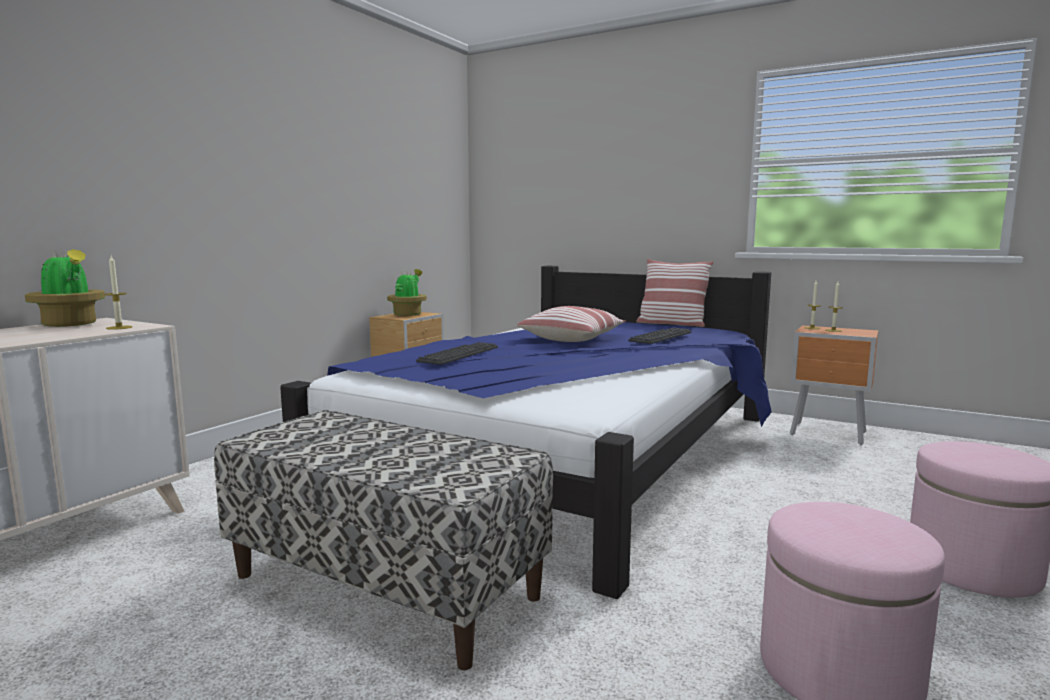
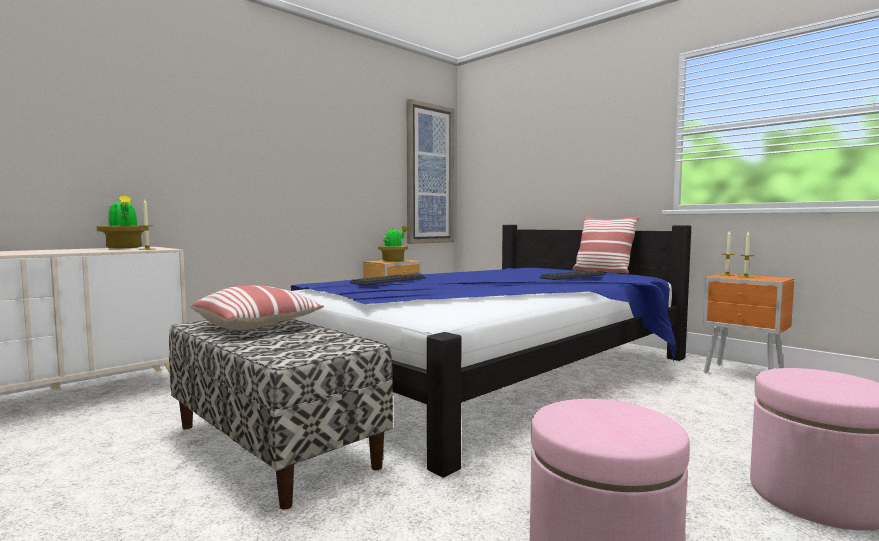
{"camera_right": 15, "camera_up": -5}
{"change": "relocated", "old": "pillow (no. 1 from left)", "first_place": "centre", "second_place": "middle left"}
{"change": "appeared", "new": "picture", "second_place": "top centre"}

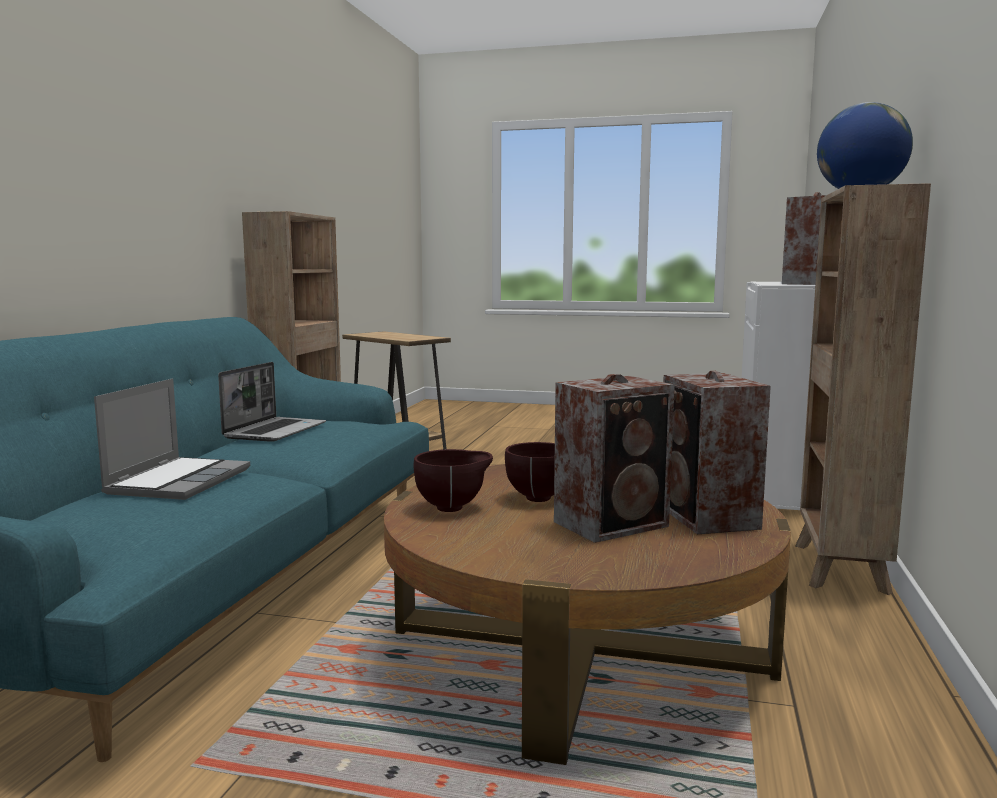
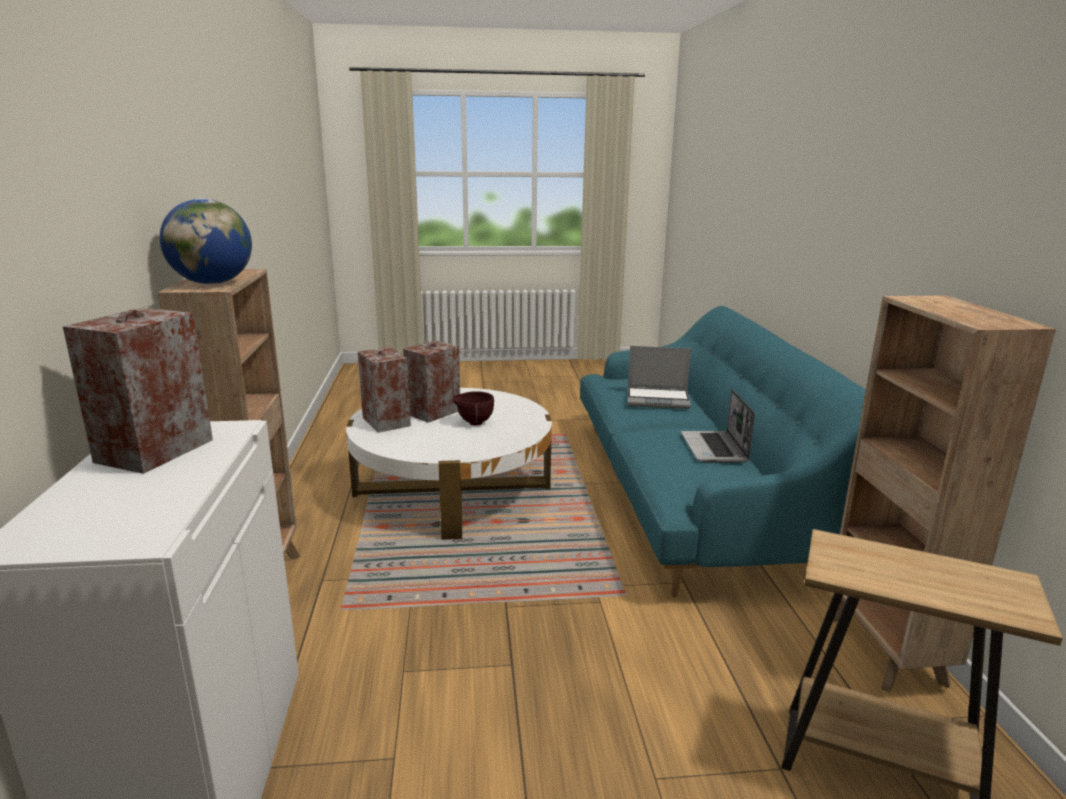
{"camera_right": 160, "camera_up": 10}
{"change": "spun", "old": "laptop (no. 1 from left)", "first_place": "middle left", "second_place": "centre", "degrees": -75}
{"change": "missing", "old": "bowl/brown (no. 1 from left)", "first_place": "centre"}
{"change": "colour", "old": "coffee table/brown", "new": "coffee table/white", "first_place": "bottom centre", "second_place": "centre"}

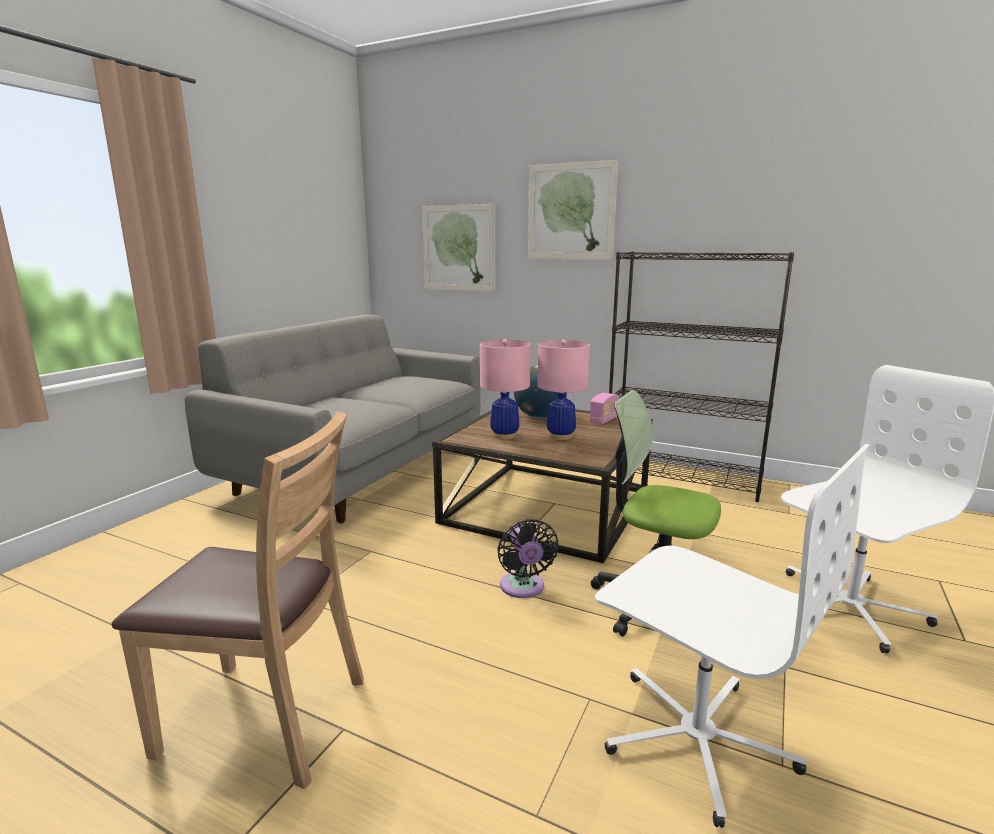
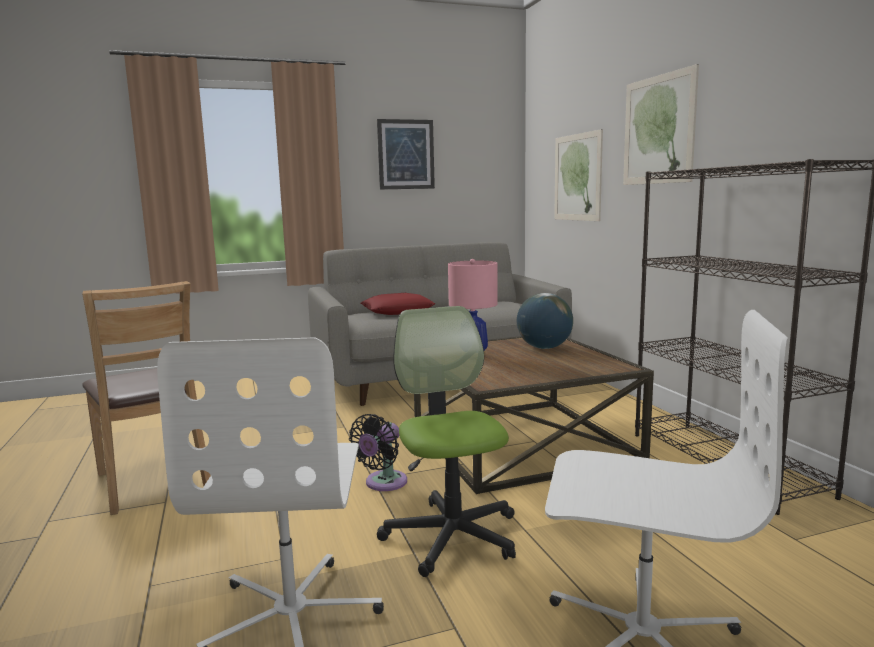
{"camera_right": 45, "camera_up": -5}
{"change": "missing", "old": "table lamp/pink (no. 2 from left)", "first_place": "centre"}
{"change": "missing", "old": "radio", "first_place": "centre"}
{"change": "appeared", "new": "picture (no. 1 from left)", "second_place": "top centre"}
{"change": "appeared", "new": "pillow/red", "second_place": "centre"}

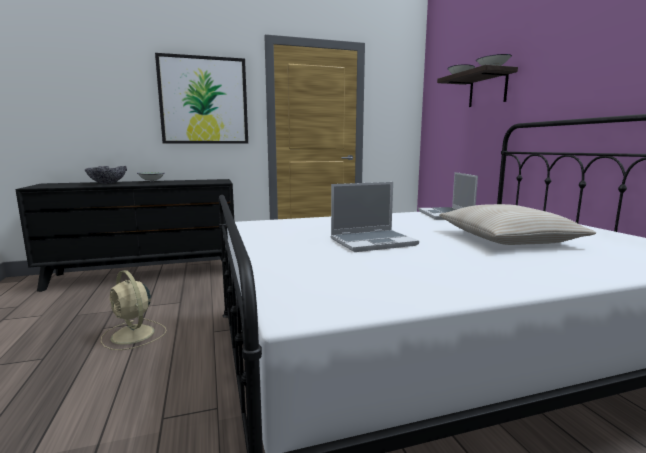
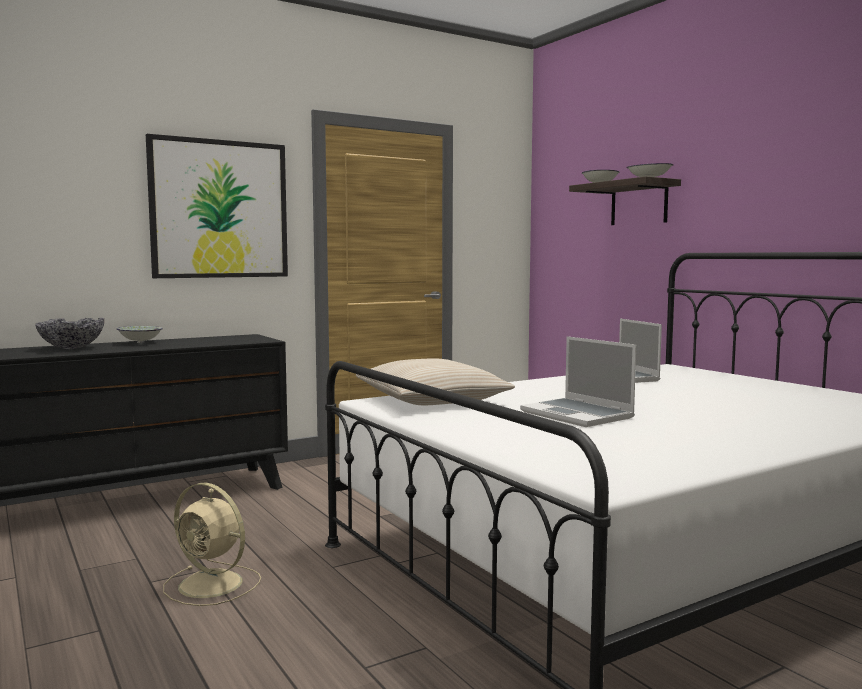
{"camera_right": -15, "camera_up": -5}
{"change": "spun", "old": "laptop (no. 1 from left)", "first_place": "centre", "second_place": "middle right", "degrees": 90}
{"change": "relocated", "old": "pillow/beige", "first_place": "middle right", "second_place": "centre"}

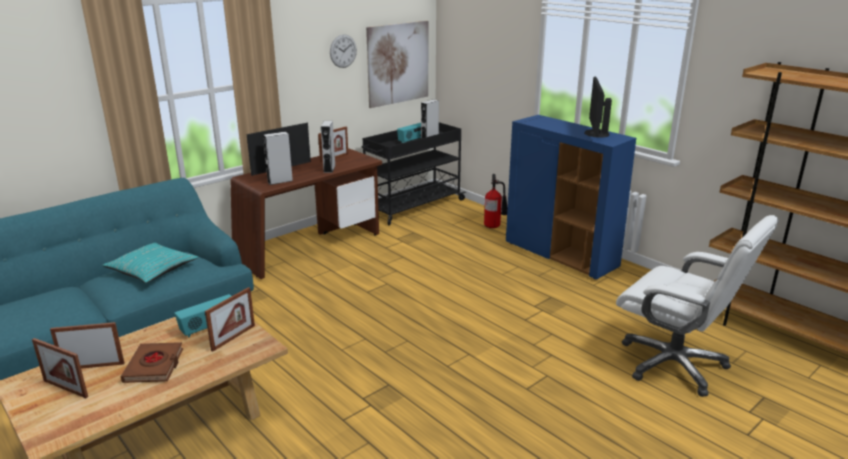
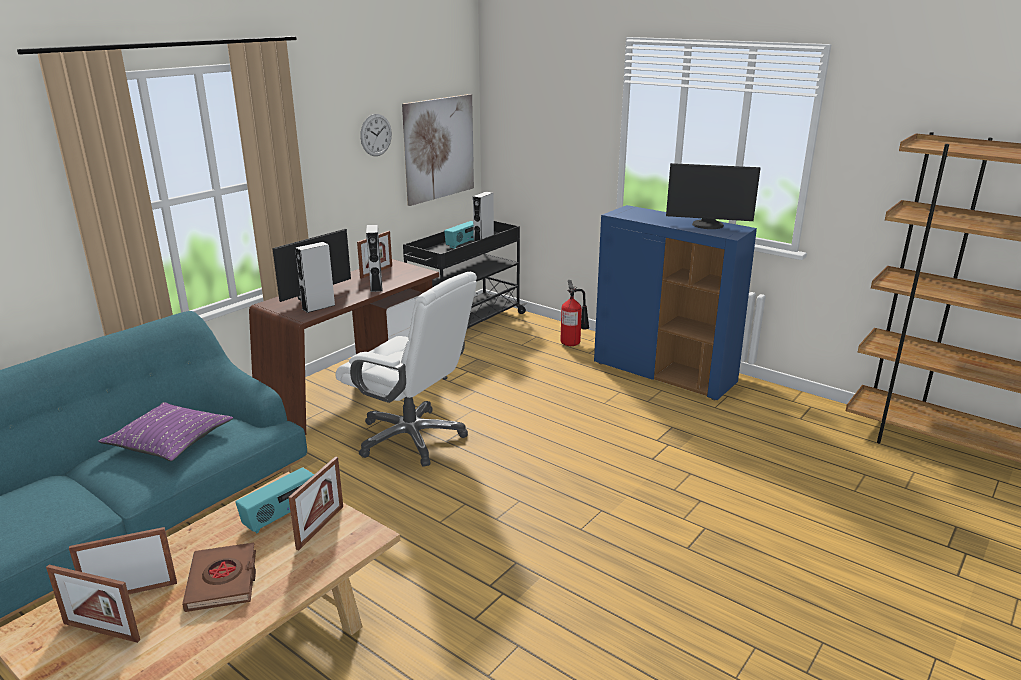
{"camera_right": -10, "camera_up": 0}
{"change": "spun", "old": "monitor (no. 2 from left)", "first_place": "top right", "second_place": "top right", "degrees": -75}
{"change": "relocated", "old": "office chair/white", "first_place": "bottom right", "second_place": "centre"}
{"change": "colour", "old": "pillow/turquoise", "new": "pillow/purple", "first_place": "middle left", "second_place": "middle left"}

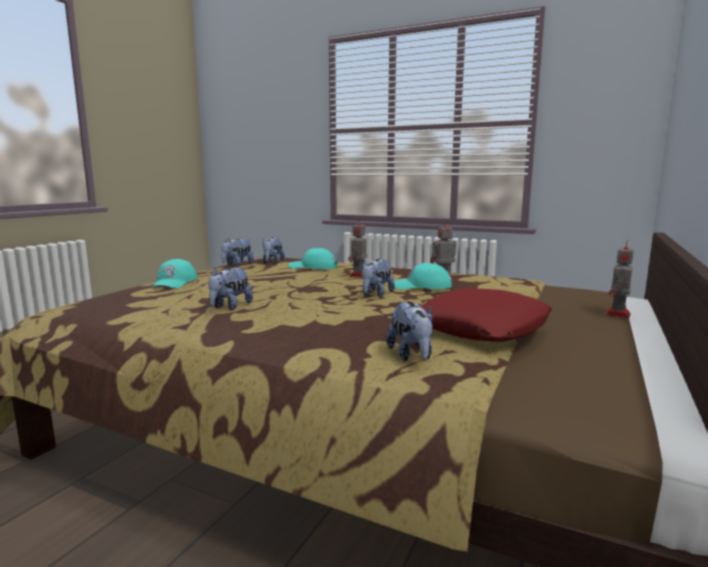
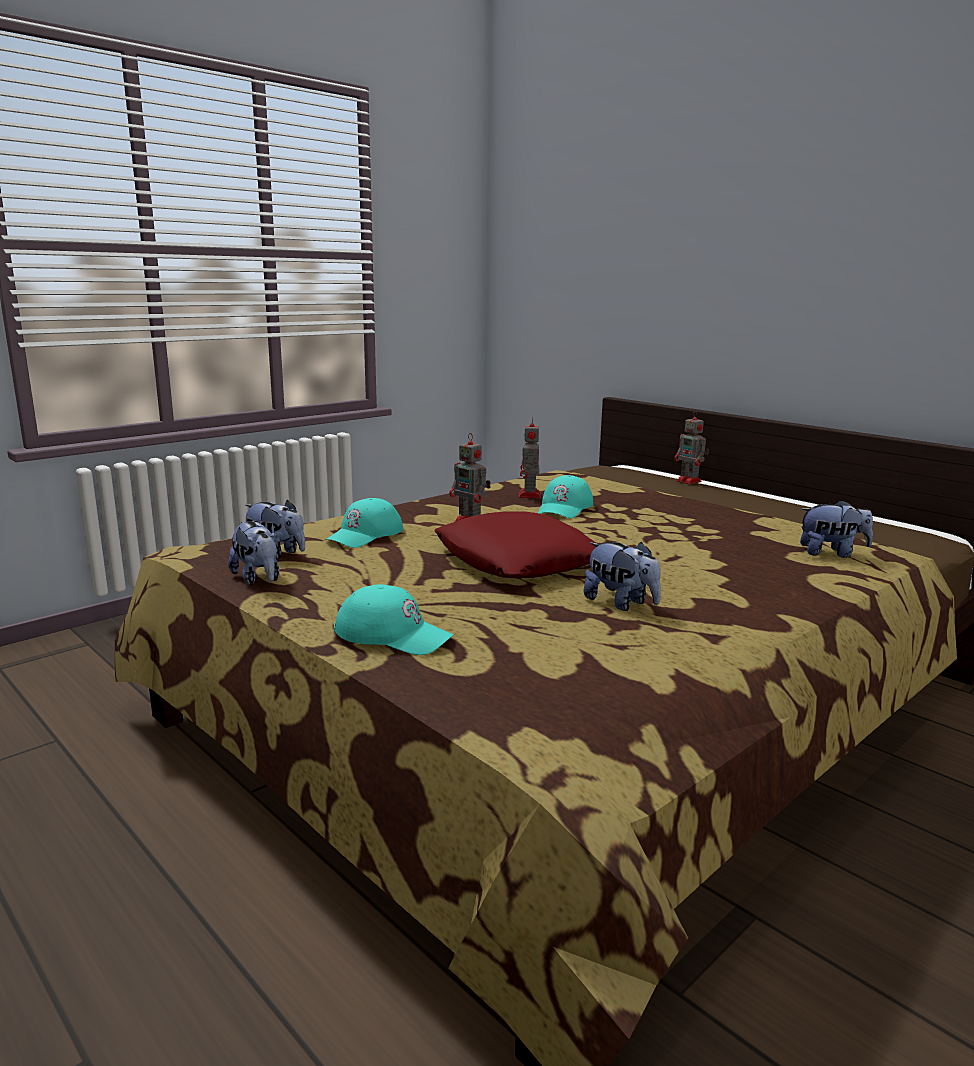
{"camera_right": -70, "camera_up": 5}
{"change": "missing", "old": "plush toy (no. 4 from left)", "first_place": "centre"}
{"change": "relocated", "old": "pillow/red", "first_place": "middle right", "second_place": "centre"}

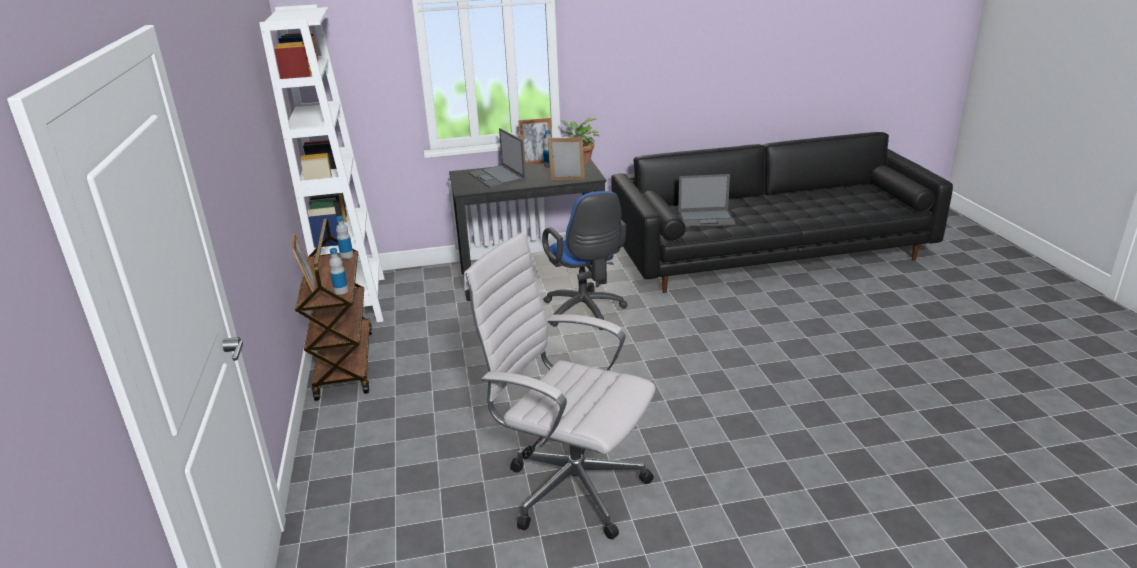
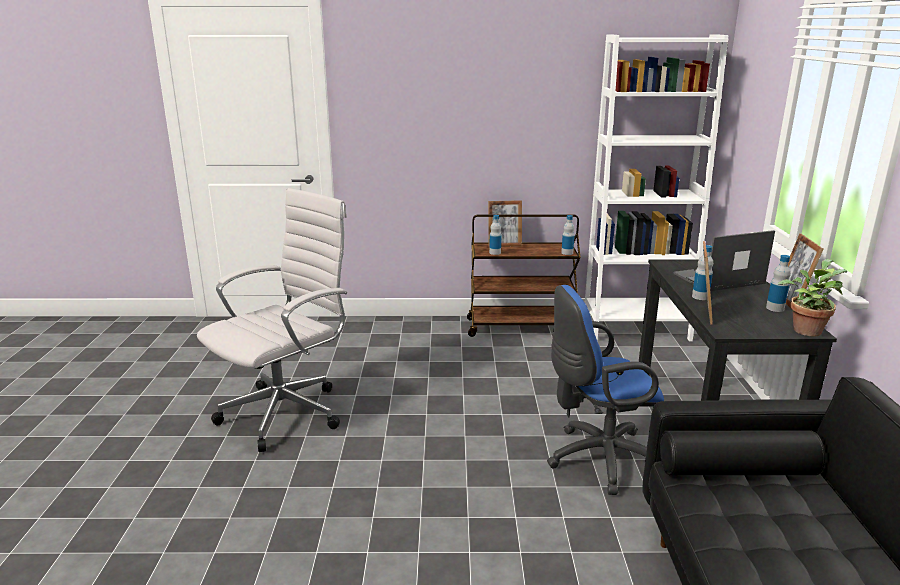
{"camera_right": 100, "camera_up": -5}
{"change": "missing", "old": "laptop (no. 2 from left)", "first_place": "centre"}
{"change": "appeared", "new": "bottle (no. 3 from left)", "second_place": "middle right"}

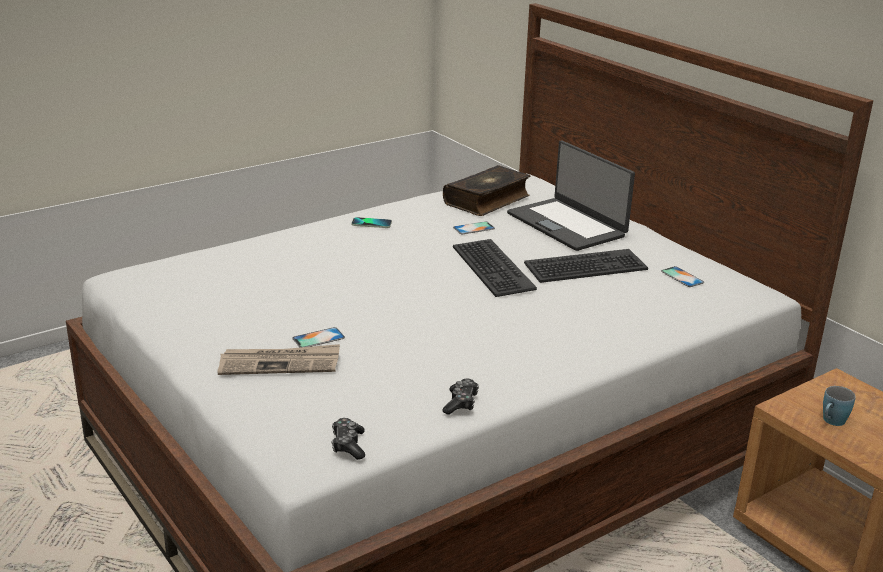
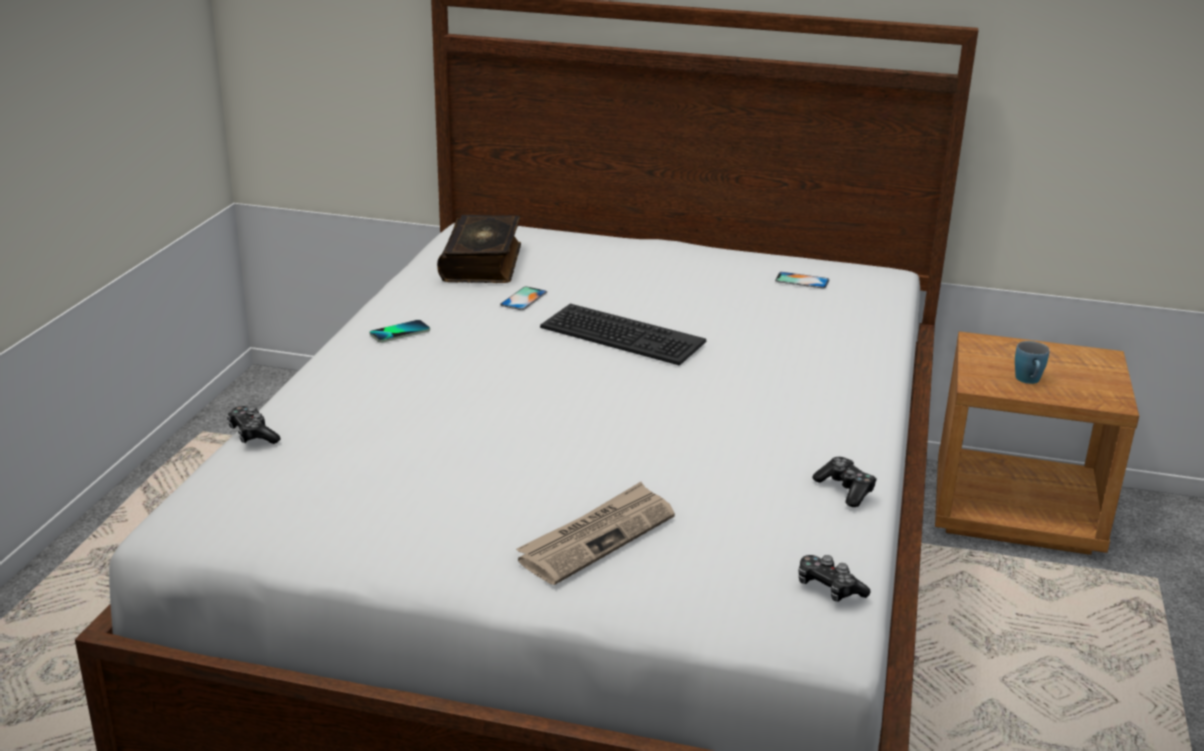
{"camera_right": -40, "camera_up": 0}
{"change": "missing", "old": "laptop", "first_place": "centre"}
{"change": "missing", "old": "keyboard (no. 2 from left)", "first_place": "centre"}
{"change": "missing", "old": "phone (no. 1 from left)", "first_place": "centre"}
{"change": "appeared", "new": "game controller (no. 1 from left)", "second_place": "middle left"}

